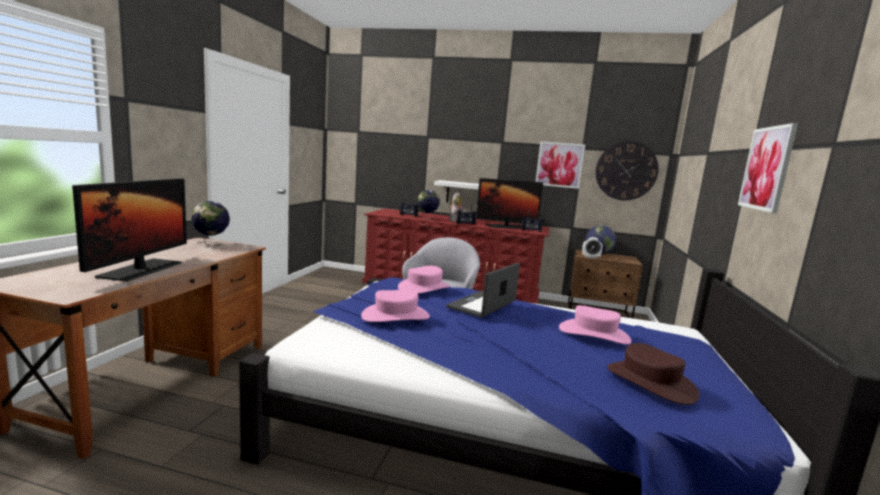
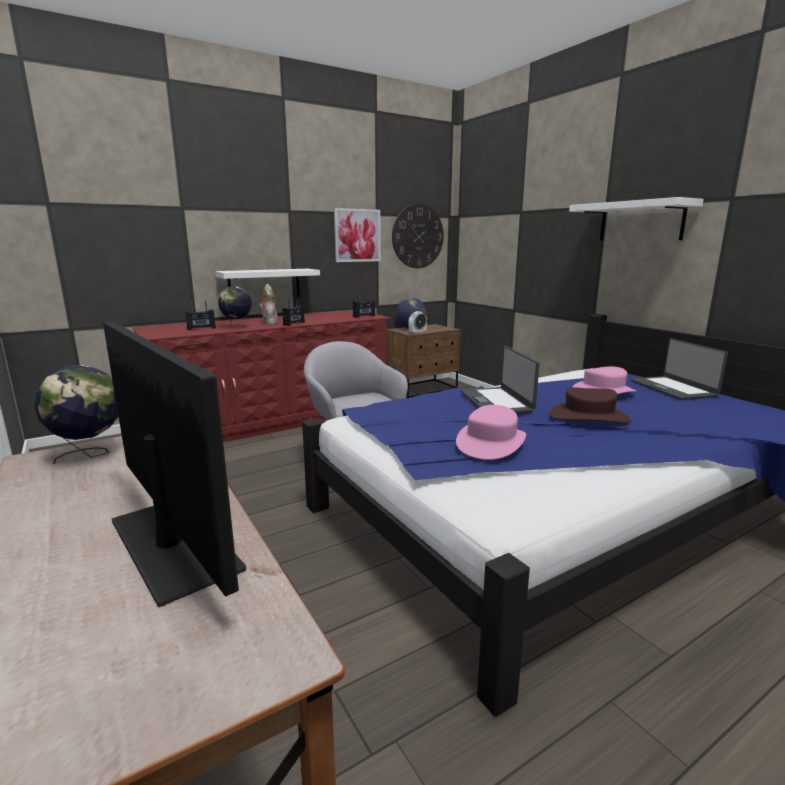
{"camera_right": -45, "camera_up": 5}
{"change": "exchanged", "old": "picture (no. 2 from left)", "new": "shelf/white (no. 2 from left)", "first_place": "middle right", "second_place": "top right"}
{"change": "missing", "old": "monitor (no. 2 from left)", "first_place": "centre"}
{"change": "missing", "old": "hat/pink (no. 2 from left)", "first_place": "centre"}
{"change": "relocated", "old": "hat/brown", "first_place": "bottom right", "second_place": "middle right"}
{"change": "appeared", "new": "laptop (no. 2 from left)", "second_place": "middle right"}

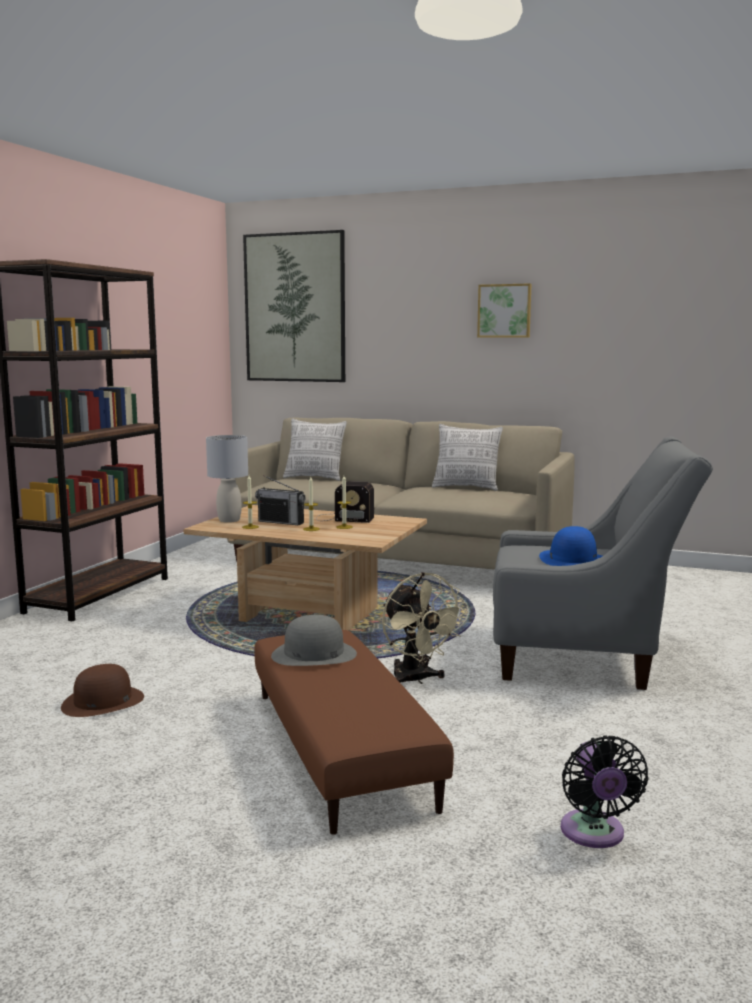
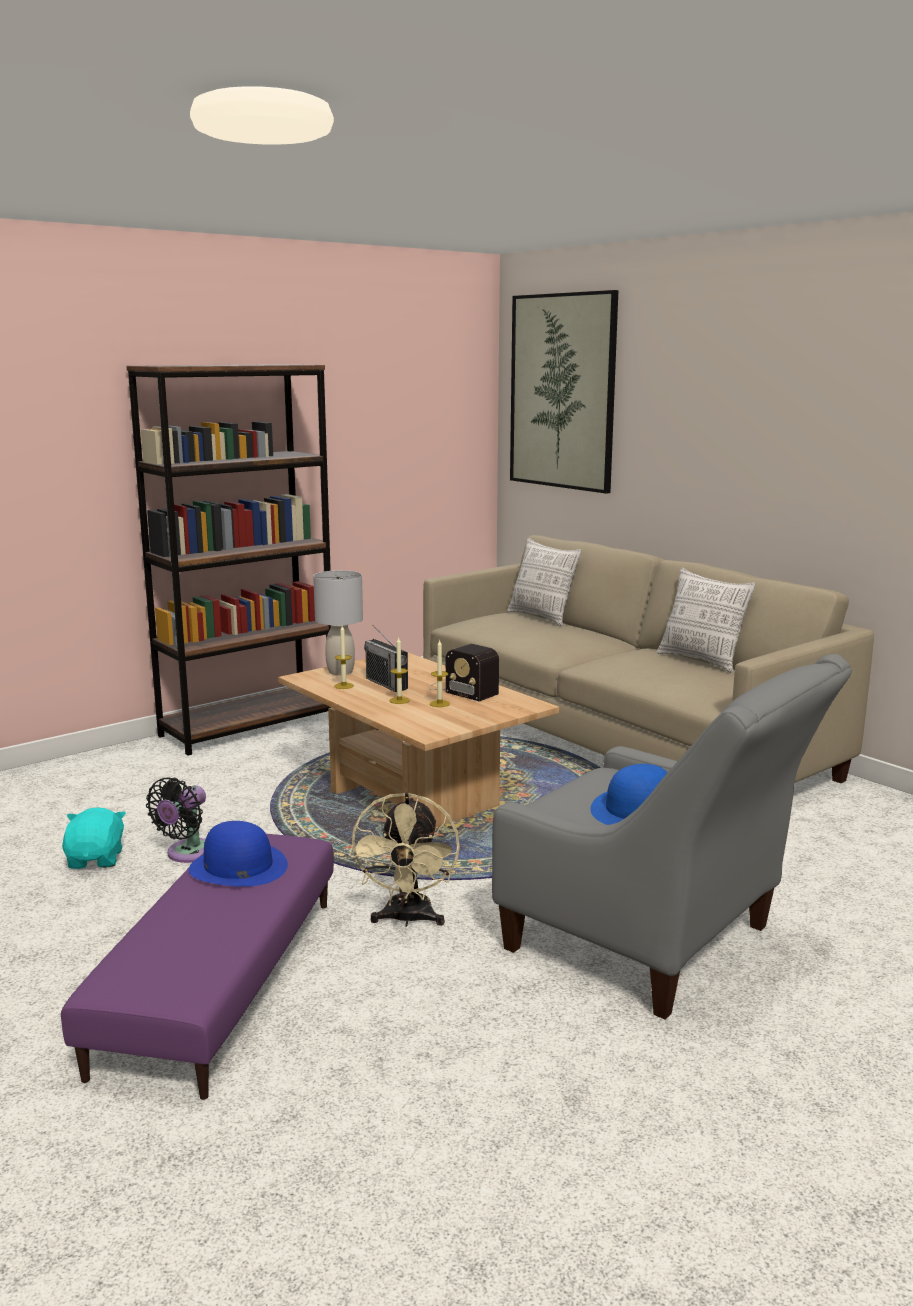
{"camera_right": 30, "camera_up": 5}
{"change": "missing", "old": "picture (no. 2 from left)", "first_place": "top right"}
{"change": "colour", "old": "hat/grey", "new": "hat/blue (no. 1 from left)", "first_place": "centre", "second_place": "middle left"}
{"change": "colour", "old": "ottoman/brown", "new": "ottoman/purple", "first_place": "bottom centre", "second_place": "bottom left"}
{"change": "exchanged", "old": "hat/brown", "new": "plush toy/turquoise", "first_place": "bottom left", "second_place": "middle left"}
{"change": "relocated", "old": "fan/black", "first_place": "bottom right", "second_place": "middle left"}

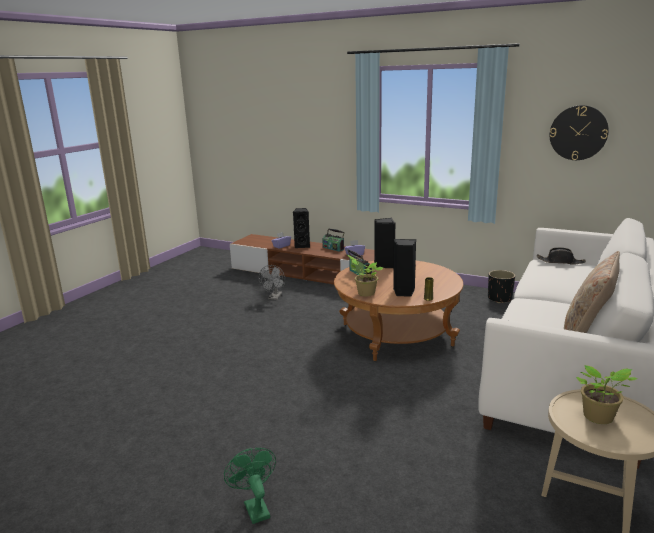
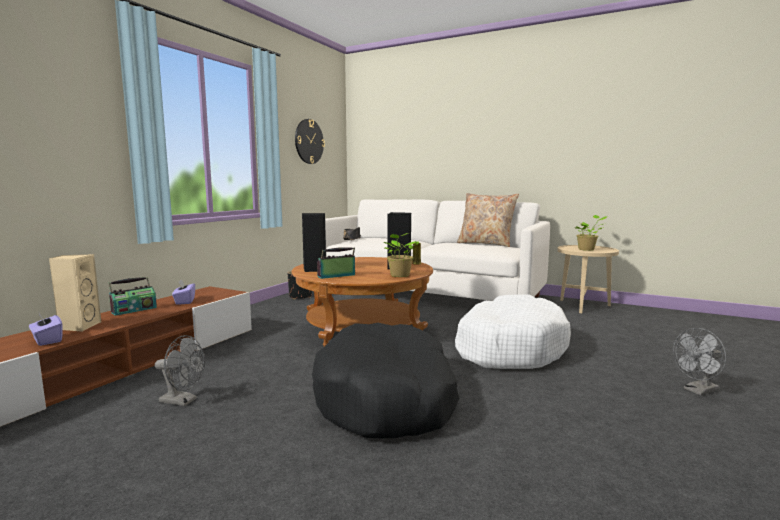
{"camera_right": -90, "camera_up": -10}
{"change": "colour", "old": "speaker/black (no. 1 from left)", "new": "speaker/beige", "first_place": "centre", "second_place": "middle left"}
{"change": "colour", "old": "fan/green", "new": "fan/grey (no. 2 from left)", "first_place": "bottom centre", "second_place": "bottom right"}
{"change": "appeared", "new": "dog bed/white", "second_place": "centre"}
{"change": "appeared", "new": "dog bed/black", "second_place": "bottom centre"}

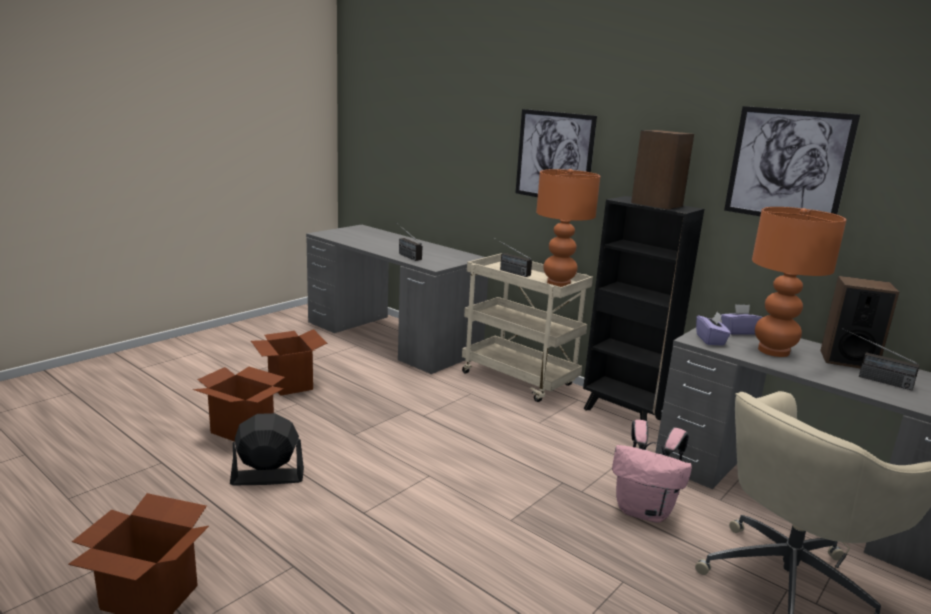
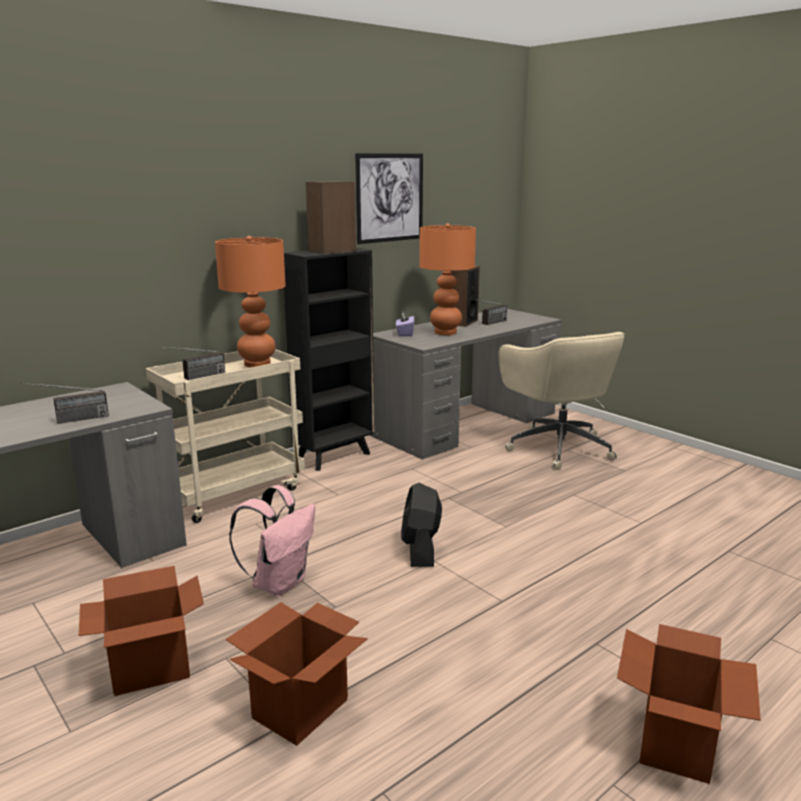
{"camera_right": -80, "camera_up": 0}
{"change": "missing", "old": "picture (no. 1 from left)", "first_place": "top centre"}
{"change": "missing", "old": "tissue box/purple (no. 1 from left)", "first_place": "middle right"}
{"change": "relocated", "old": "fan/black", "first_place": "bottom left", "second_place": "centre"}
{"change": "relocated", "old": "backpack/pink", "first_place": "bottom right", "second_place": "bottom centre"}

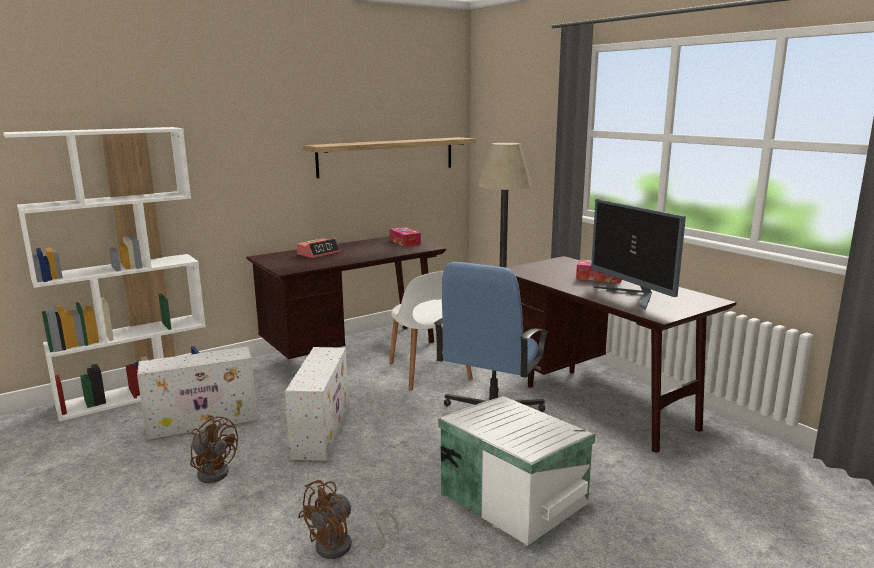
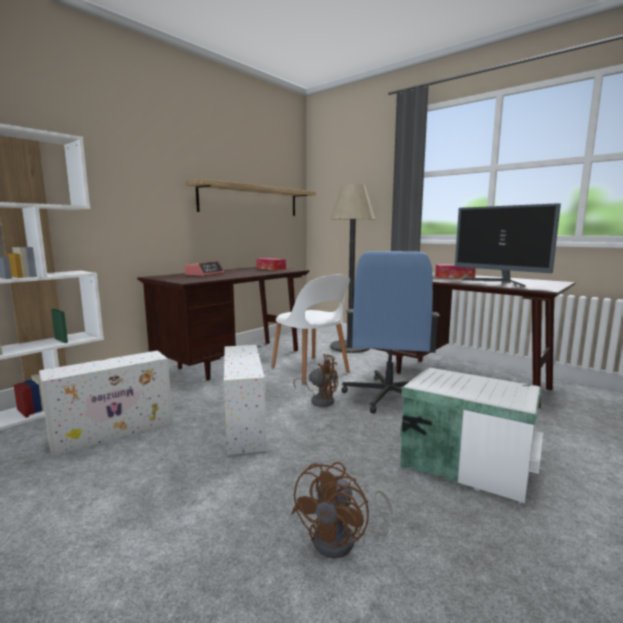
{"camera_right": -15, "camera_up": -5}
{"change": "relocated", "old": "fan/brown (no. 1 from left)", "first_place": "bottom left", "second_place": "centre"}

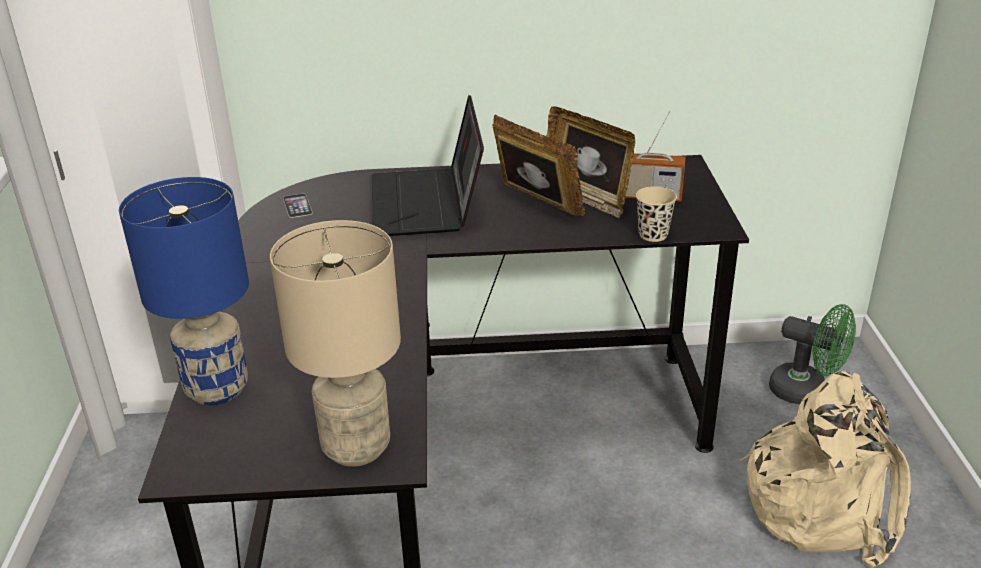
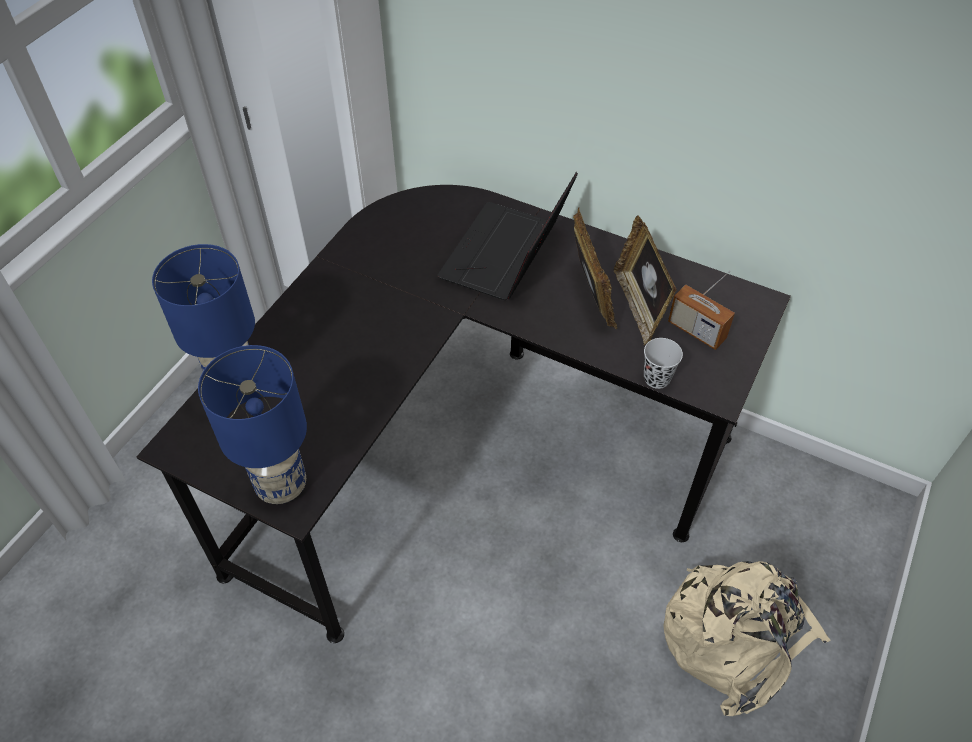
{"camera_right": 30, "camera_up": 20}
{"change": "colour", "old": "cup/beige", "new": "cup/black", "first_place": "middle right", "second_place": "middle right"}
{"change": "missing", "old": "phone", "first_place": "middle left"}
{"change": "colour", "old": "table lamp/beige", "new": "table lamp/blue (no. 2 from left)", "first_place": "centre", "second_place": "middle left"}
{"change": "missing", "old": "fan/green", "first_place": "middle right"}

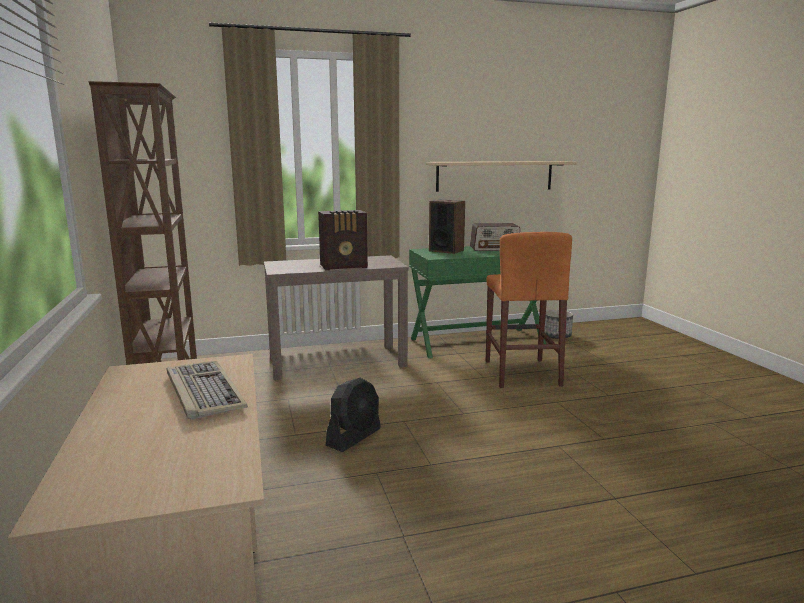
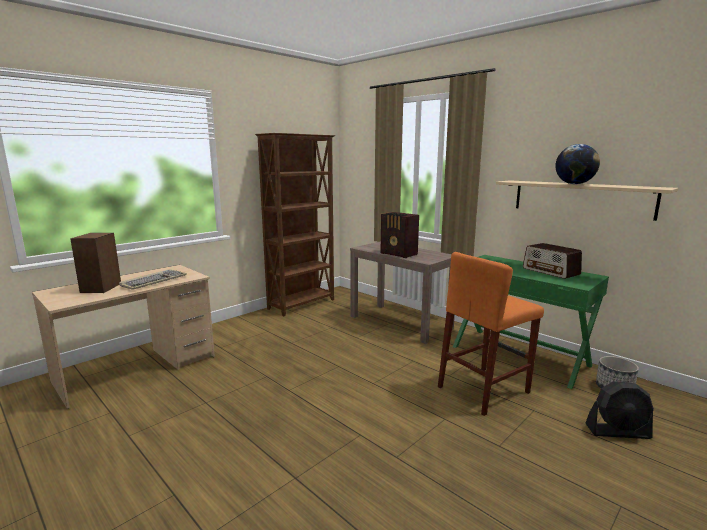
{"camera_right": 60, "camera_up": 0}
{"change": "relocated", "old": "speaker", "first_place": "centre", "second_place": "middle left"}
{"change": "relocated", "old": "fan/black", "first_place": "bottom centre", "second_place": "bottom right"}
{"change": "appeared", "new": "globe", "second_place": "top right"}

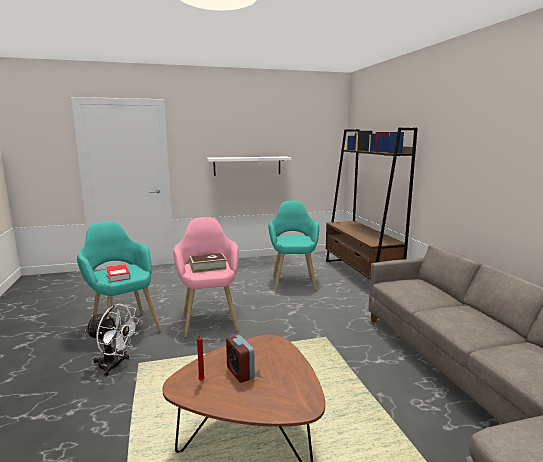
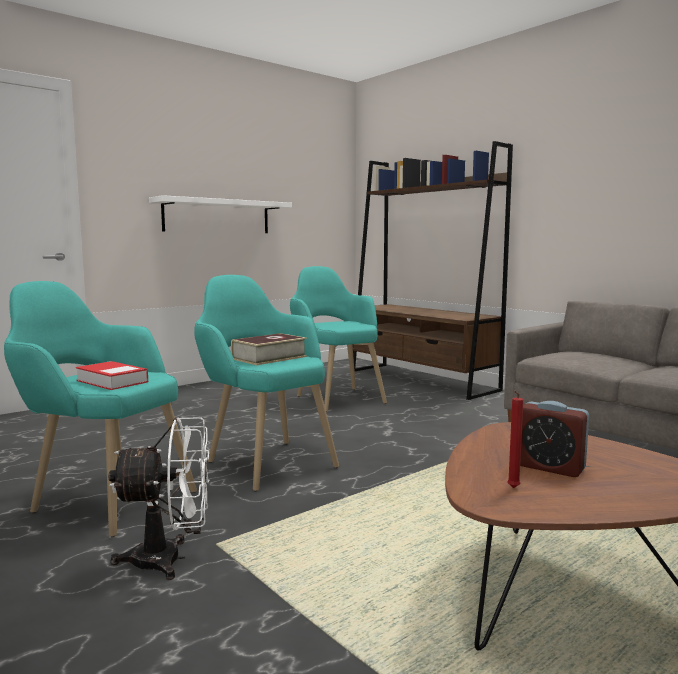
{"camera_right": -25, "camera_up": -5}
{"change": "colour", "old": "armchair/pink", "new": "armchair/turquoise (no. 2 from left)", "first_place": "centre", "second_place": "centre"}

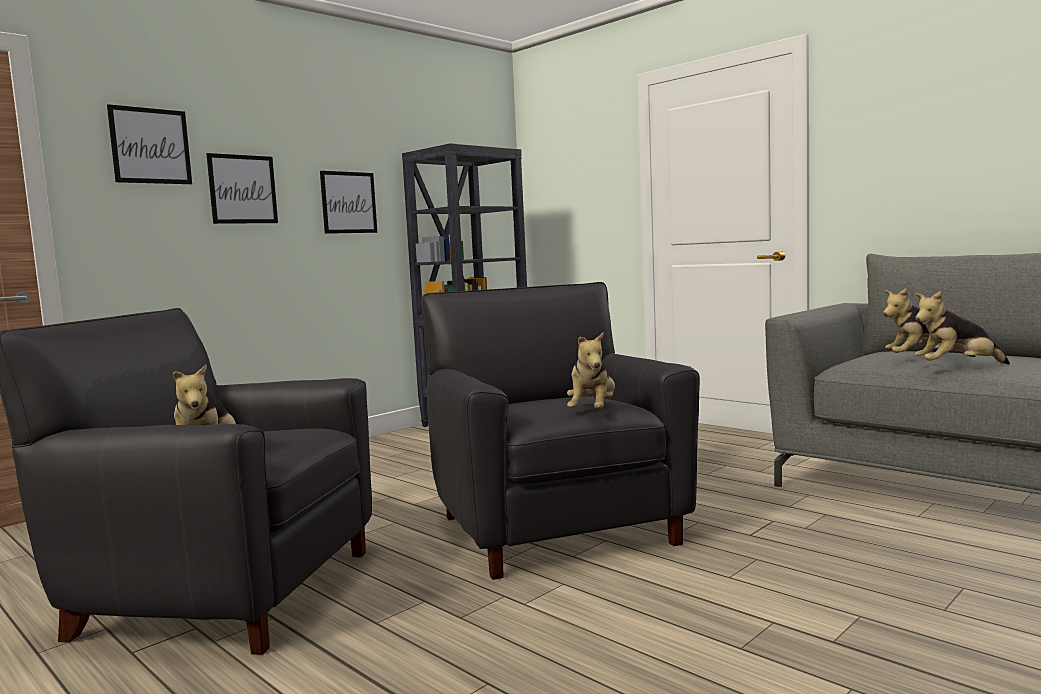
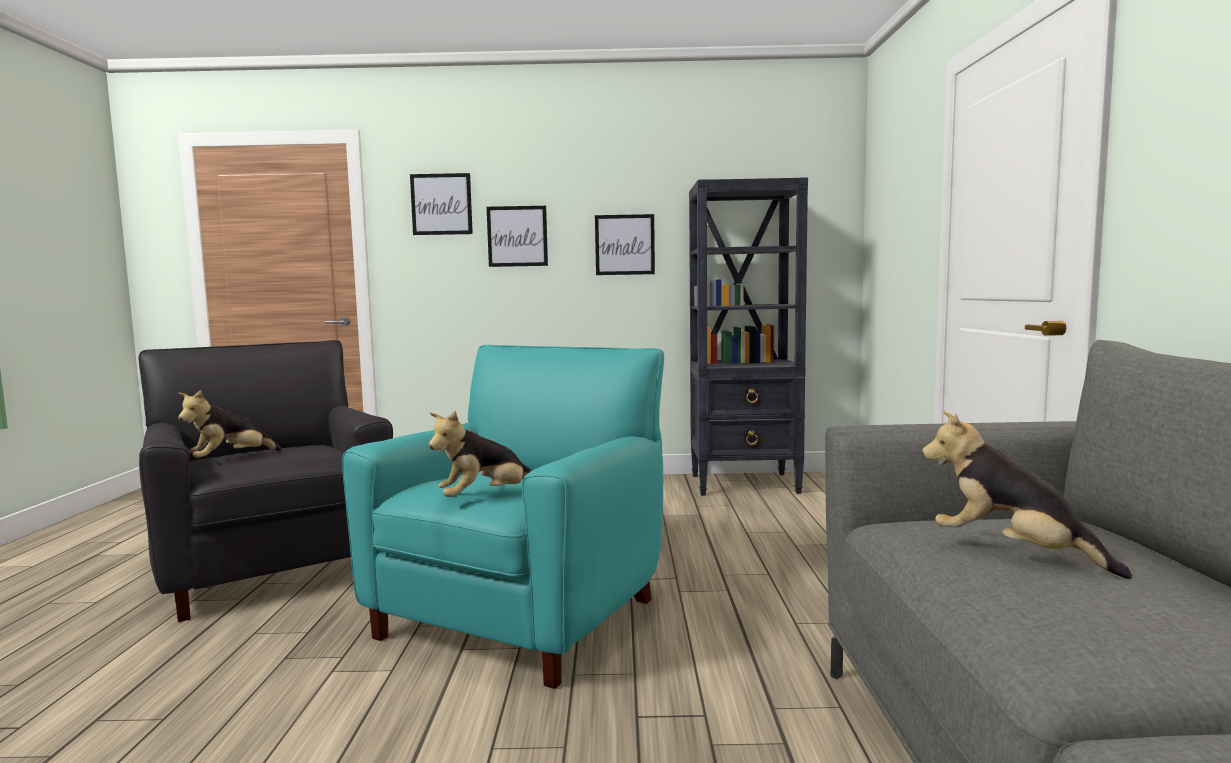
{"camera_right": 45, "camera_up": 0}
{"change": "colour", "old": "armchair/black (no. 2 from left)", "new": "armchair/turquoise", "first_place": "centre", "second_place": "bottom centre"}
{"change": "missing", "old": "plush toy (no. 4 from left)", "first_place": "middle right"}

